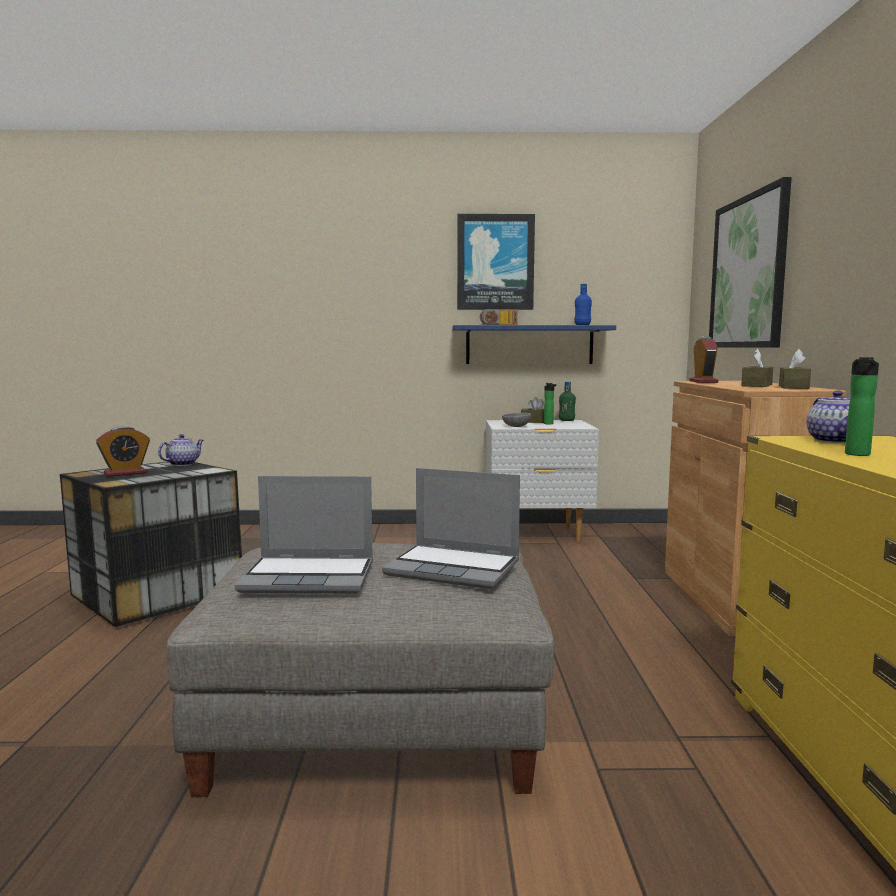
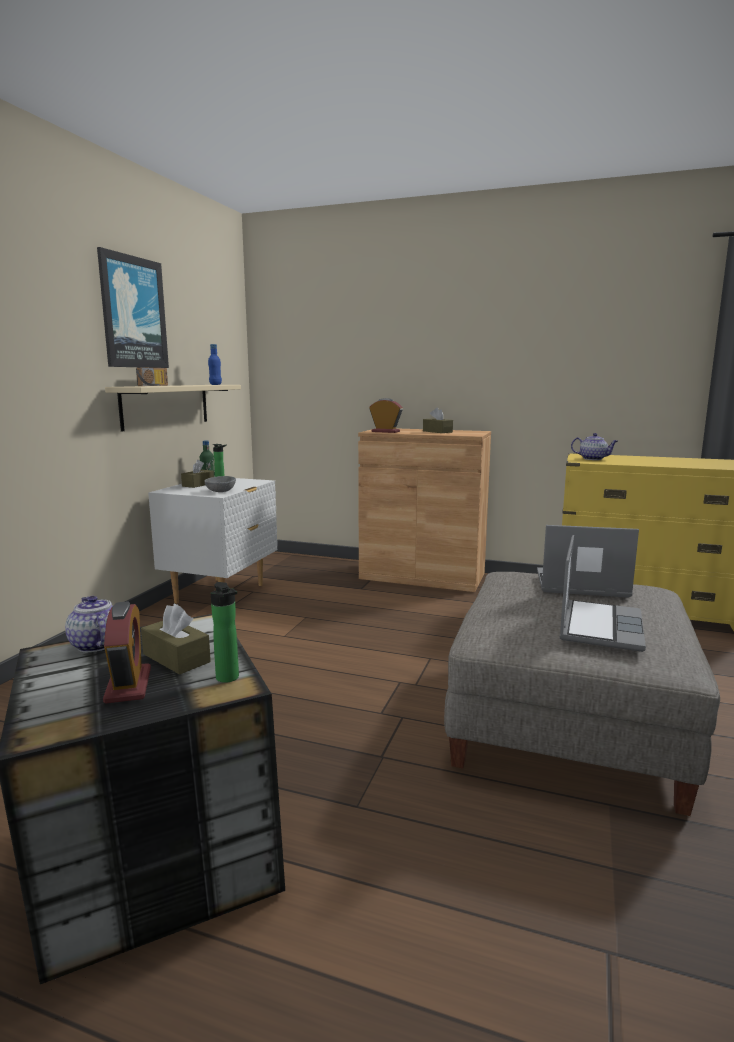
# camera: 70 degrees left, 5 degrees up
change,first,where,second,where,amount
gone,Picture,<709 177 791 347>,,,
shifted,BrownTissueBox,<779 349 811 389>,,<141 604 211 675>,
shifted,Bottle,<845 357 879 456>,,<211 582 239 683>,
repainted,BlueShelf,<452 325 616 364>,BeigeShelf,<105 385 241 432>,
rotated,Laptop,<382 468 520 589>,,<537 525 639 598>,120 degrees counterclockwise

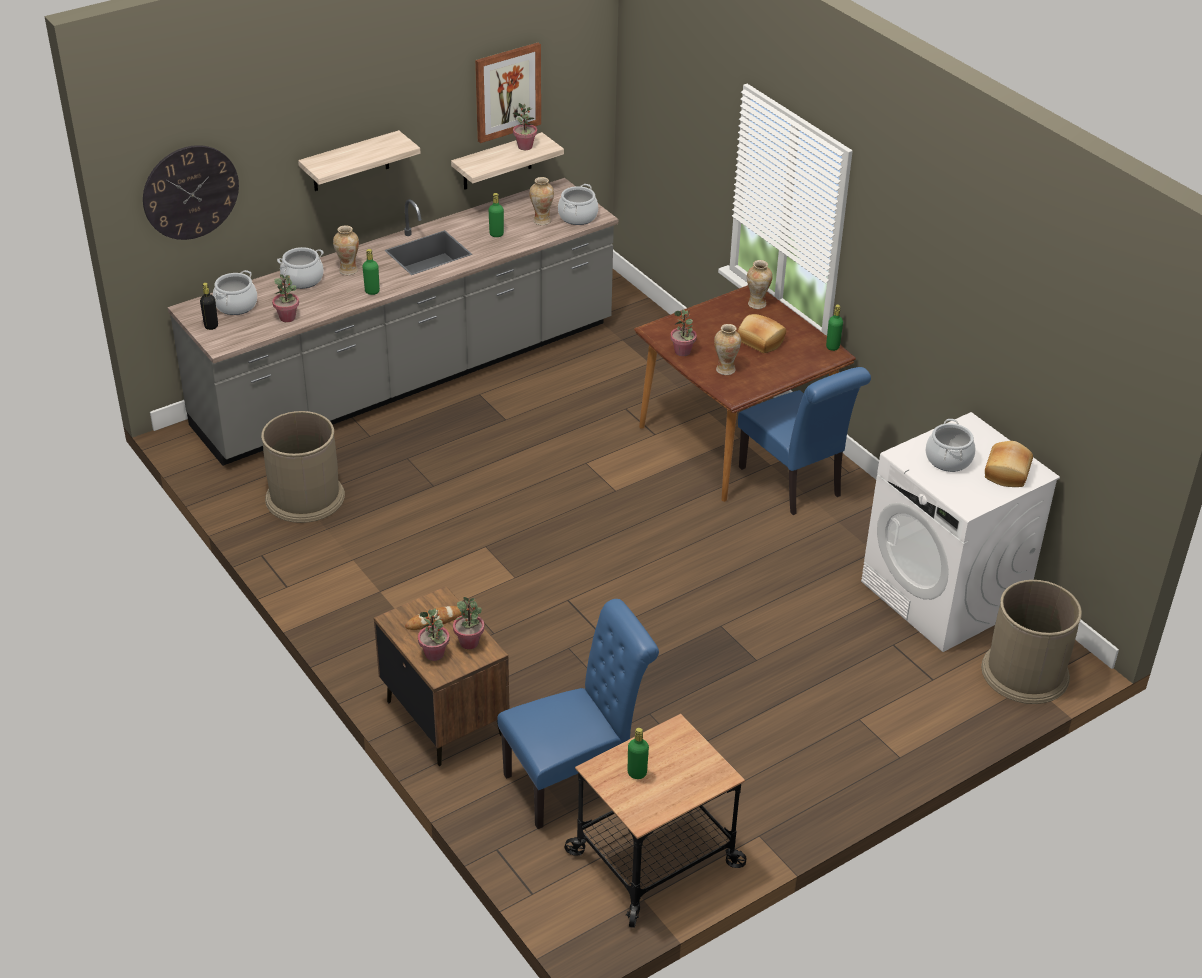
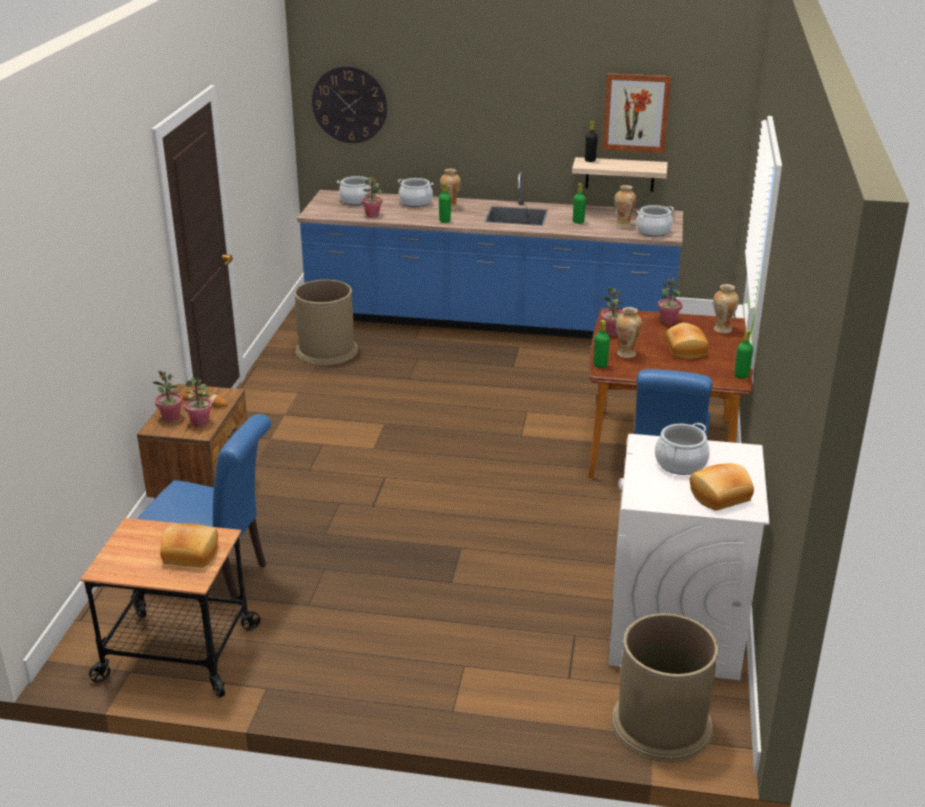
# camera: 45 degrees right, 10 degrees down
change,first,where,second,where,amount
gone,Shelf,<298 130 420 191>,,,
new,,,Bread,<160 524 218 568>,
shifted,BlackBottle,<200 283 218 330>,,<585 121 598 162>,
shifted,PottedPlant,<513 103 537 150>,,<658 276 683 324>,
shifted,GreenBottle,<628 728 649 779>,,<593 320 610 368>,
repainted,GreyCounter,<168 178 618 466>,BlueCounter,<297 171 683 339>,

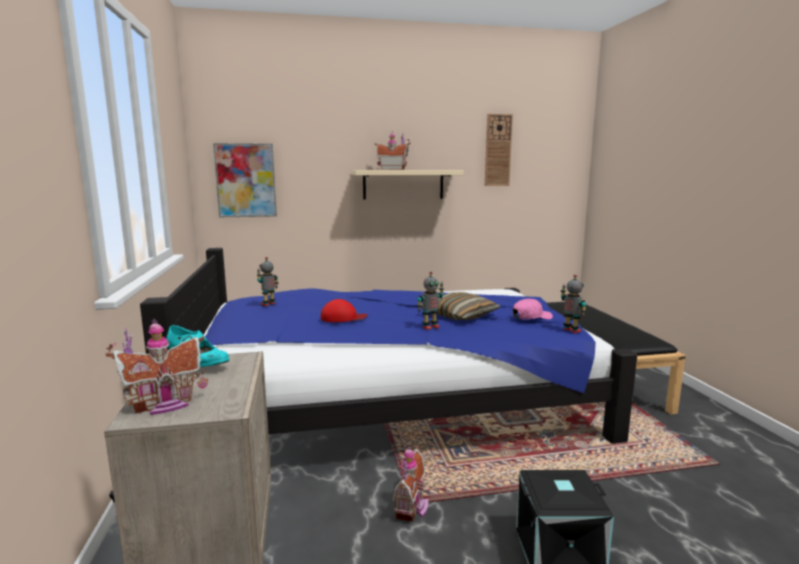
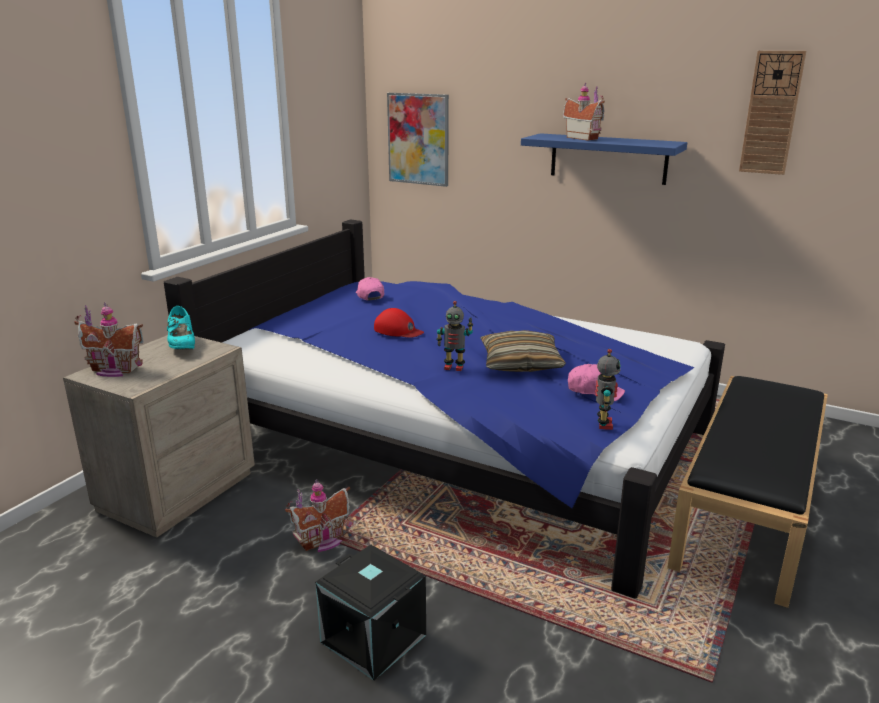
# camera: 40 degrees right, 10 degrees up
change,first,where,second,where,amount
swapped,ToyRobot,<257 257 278 306>,PinkCap,<356 277 384 300>,
repainted,BeigeShelf,<352 170 464 200>,BlueShelf,<521 133 687 185>,

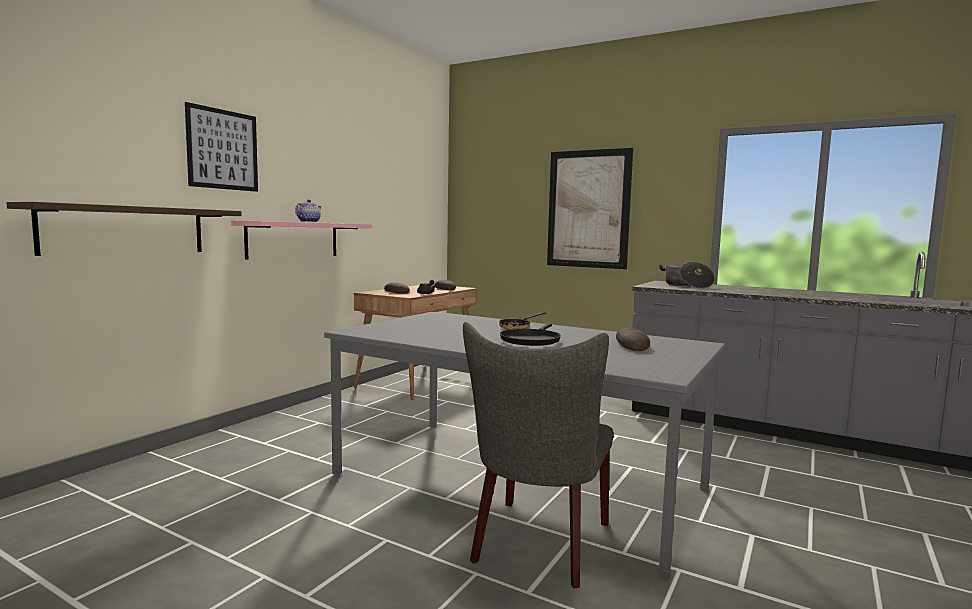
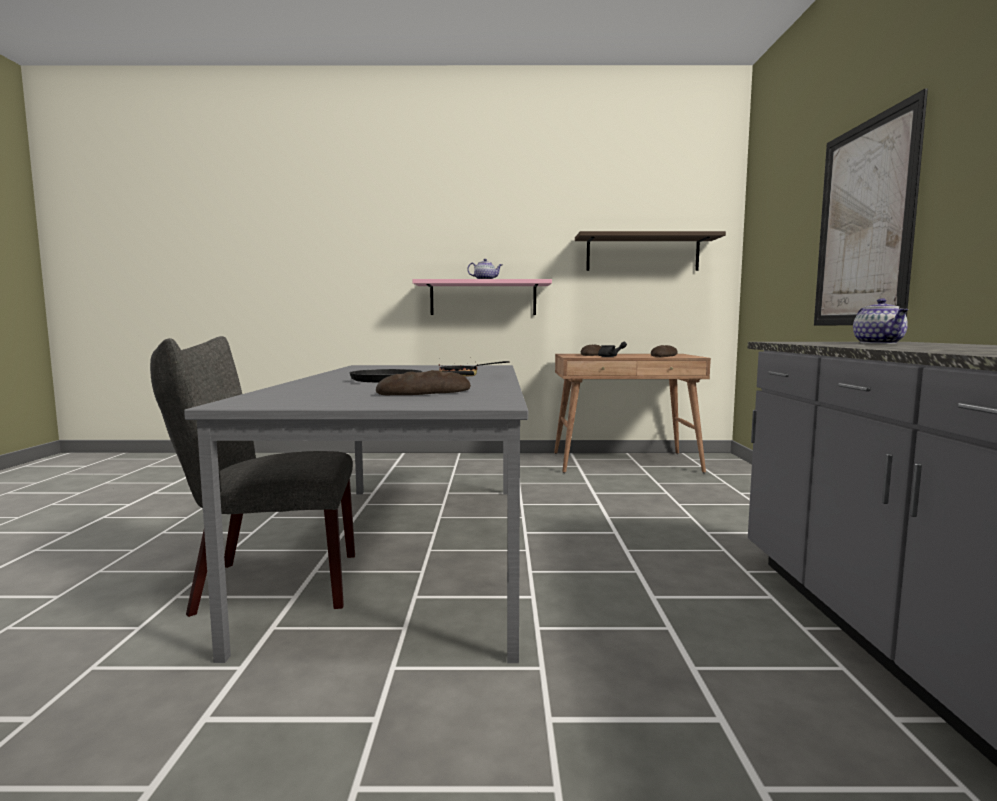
# camera: 60 degrees right, 0 degrees up
change,first,where,second,where,amount
gone,Picture,<185 102 258 192>,,,
shifted,Shelf,<7 202 242 256>,,<575 231 726 271>,
swapped,CookingPot,<659 262 715 288>,Teapot,<853 298 909 344>,

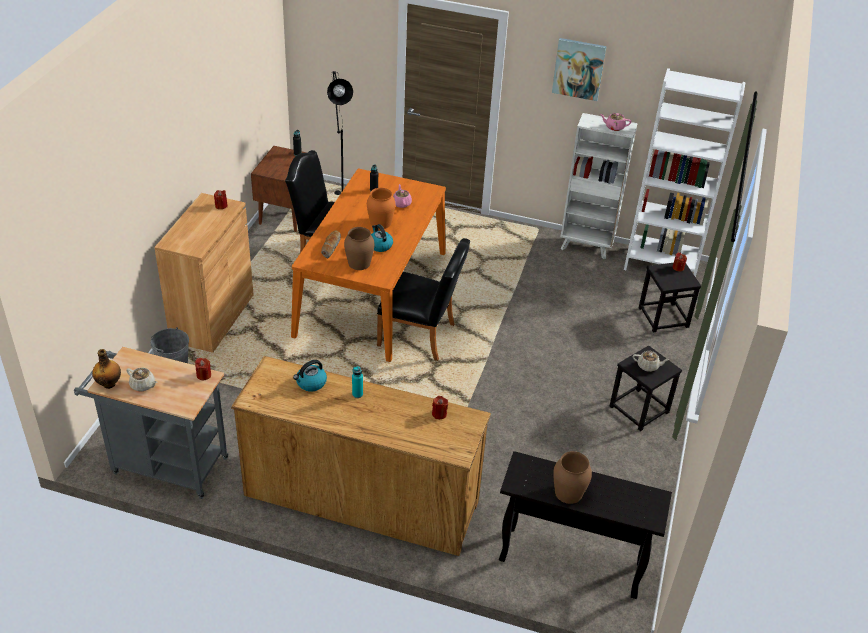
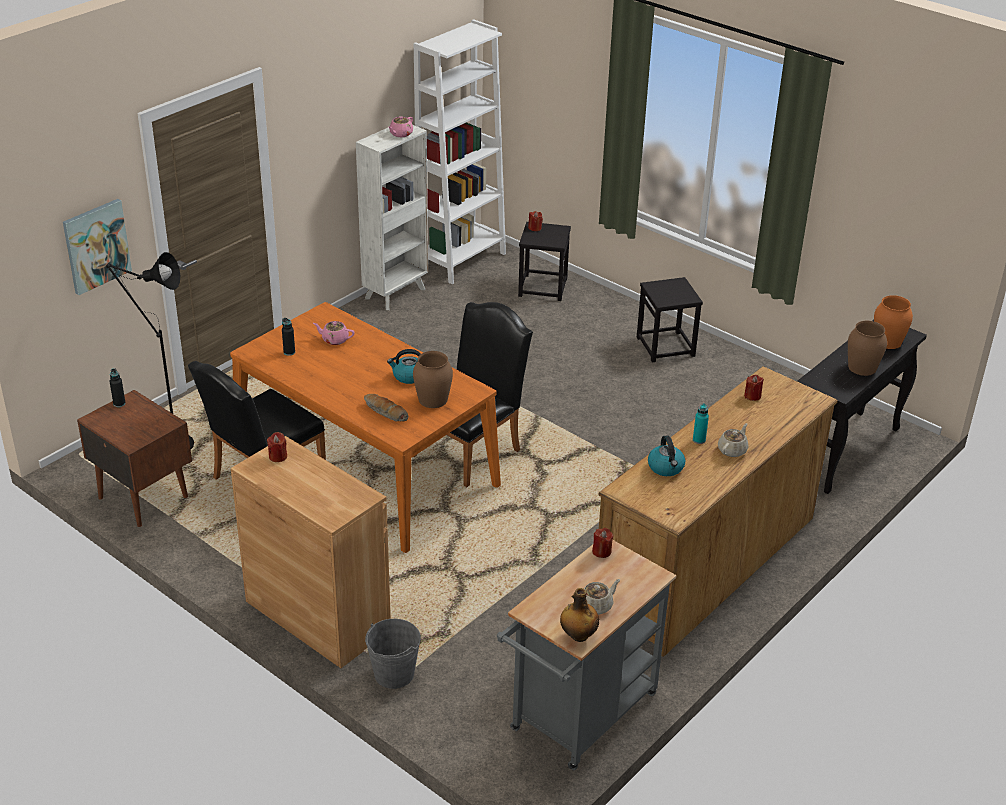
# camera: 65 degrees left, 5 degrees down
change,first,where,second,where,amount
shifted,OrangeVase,<367 188 395 229>,,<874 295 913 349>,
shifted,Picture,<552 38 607 101>,,<63 199 132 295>,
shifted,BeigeTeapot,<633 351 670 372>,,<718 423 749 457>,

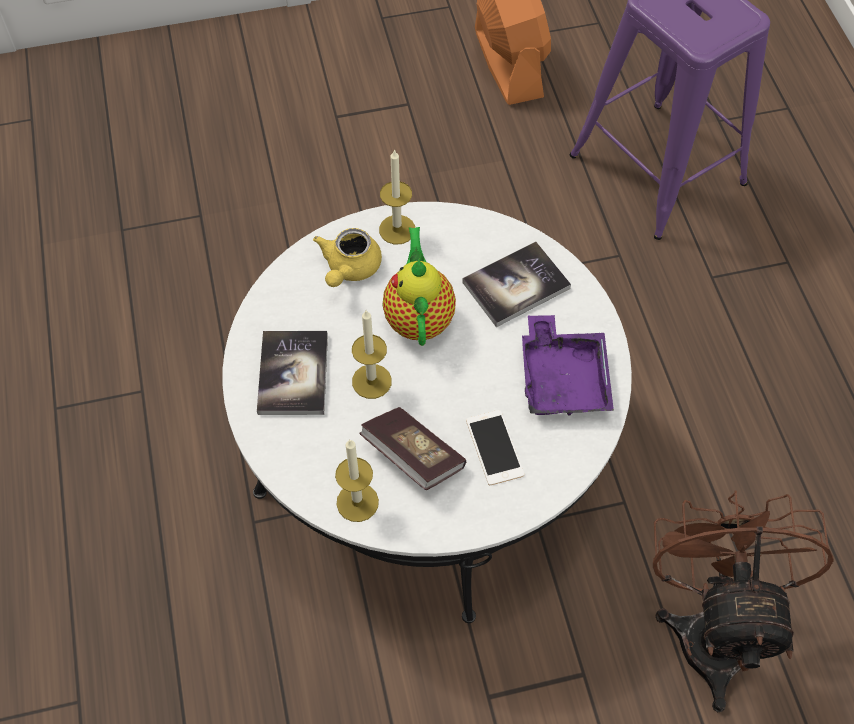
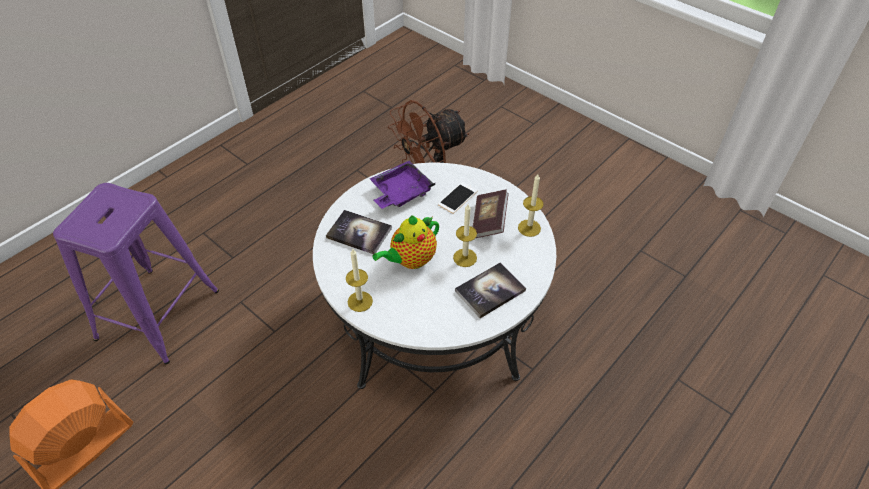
# camera: 125 degrees left, 10 degrees down
change,first,where,second,where,amount
gone,YellowTeapot,<313 228 382 287>,,,

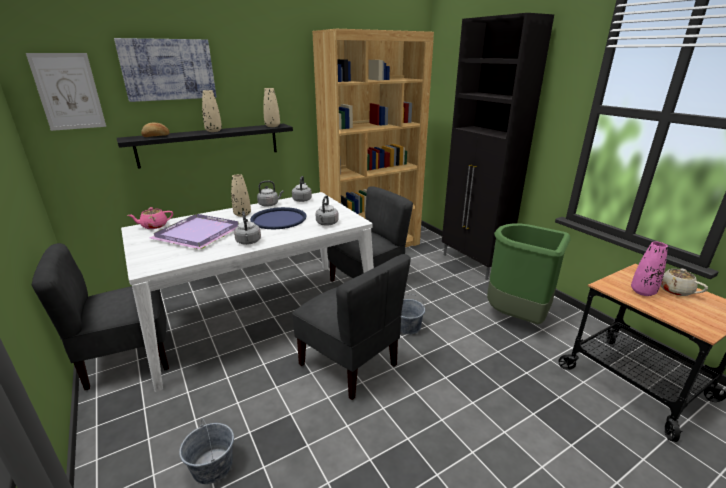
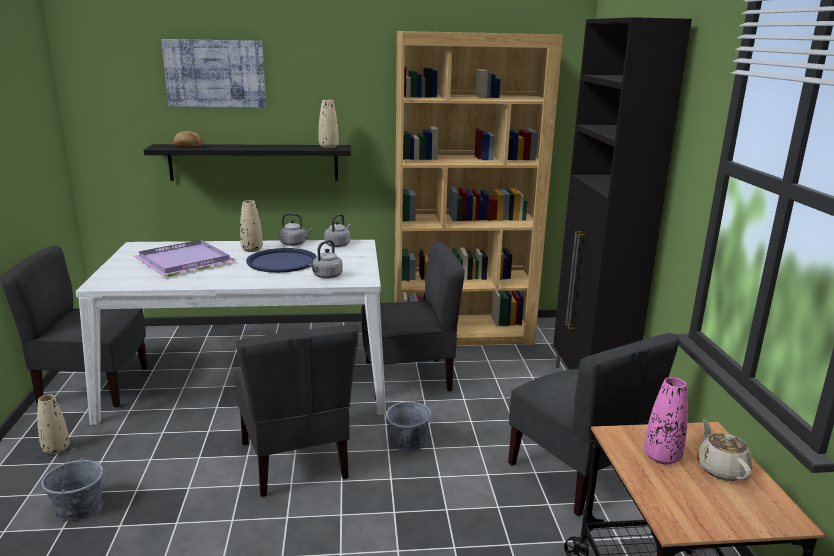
# camera: 25 degrees right, 5 degrees down
change,first,where,second,where,amount
gone,Picture,<26 53 106 131>,,,
gone,PinkTeapot,<128 207 173 229>,,,
gone,GreyKettle,<234 211 261 245>,,,
shifted,BeigeVase,<202 90 222 132>,,<37 394 70 455>,
swapped,GreenTrashCan,<487 224 571 325>,GreyChair,<508 333 680 516>,

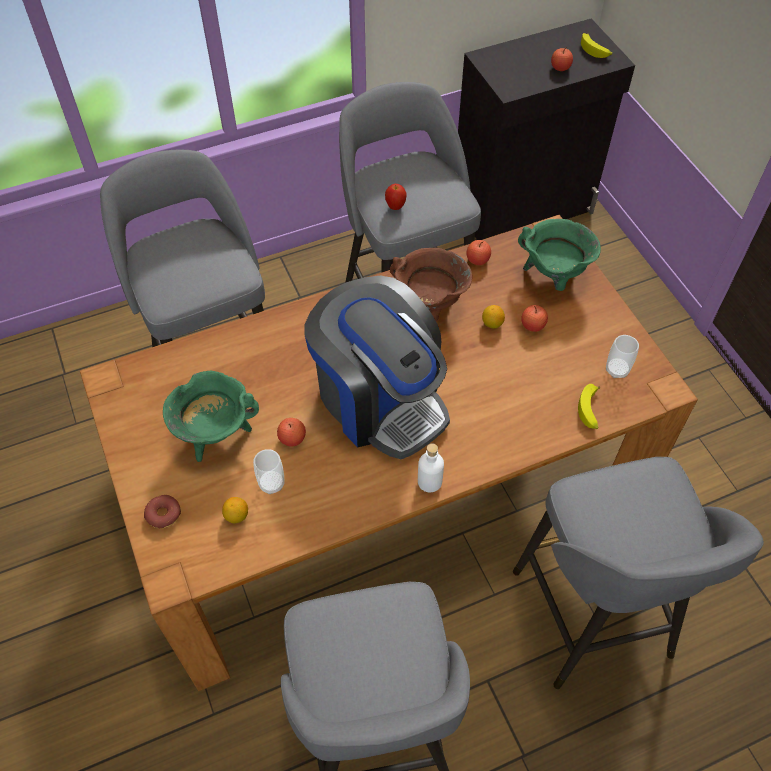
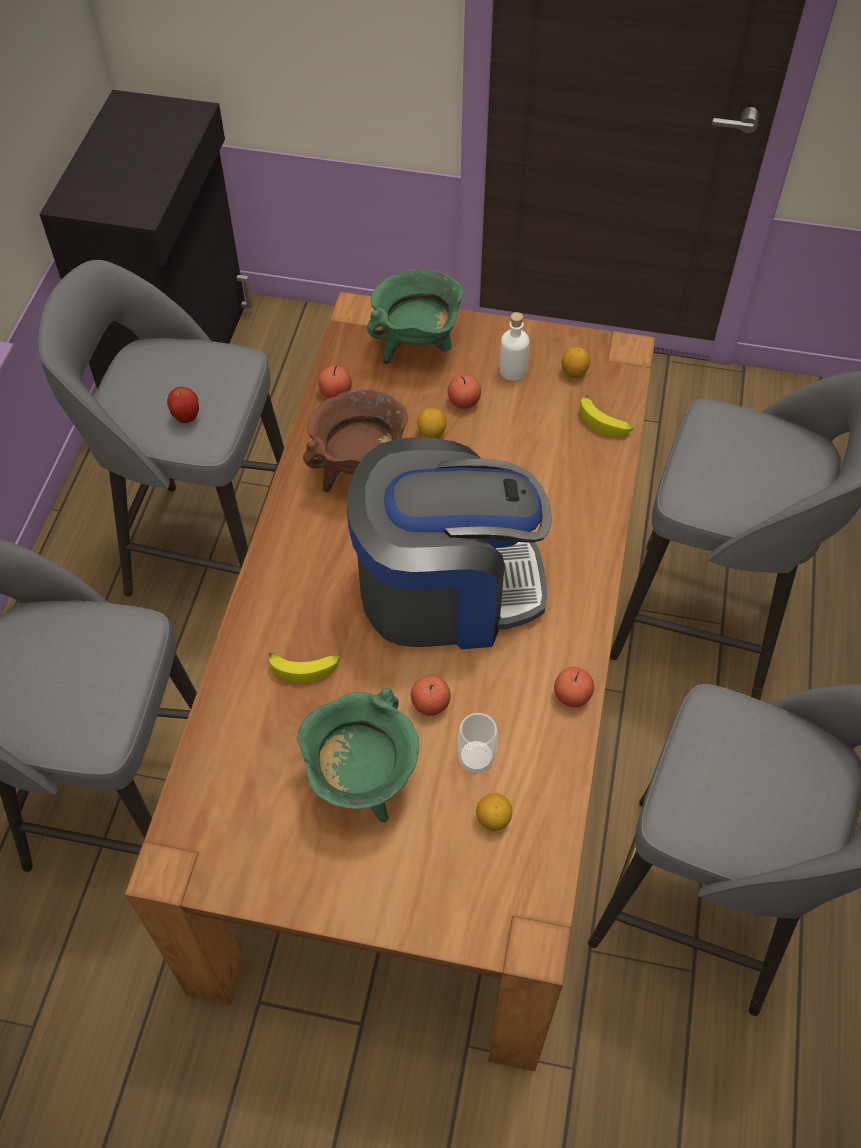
# camera: 55 degrees left, 0 degrees up
change,first,where,second,where,amount
gone,Donut,<144 495 181 529>,,,
shifted,WhiteBottle,<418 443 444 492>,,<500 312 529 381>,
shifted,Apple,<551 47 573 71>,,<554 667 594 707>,
shifted,Banana,<581 33 612 58>,,<268 652 340 683>,
swapped,Cup,<606 335 639 378>,Lemon,<562 347 590 378>,

